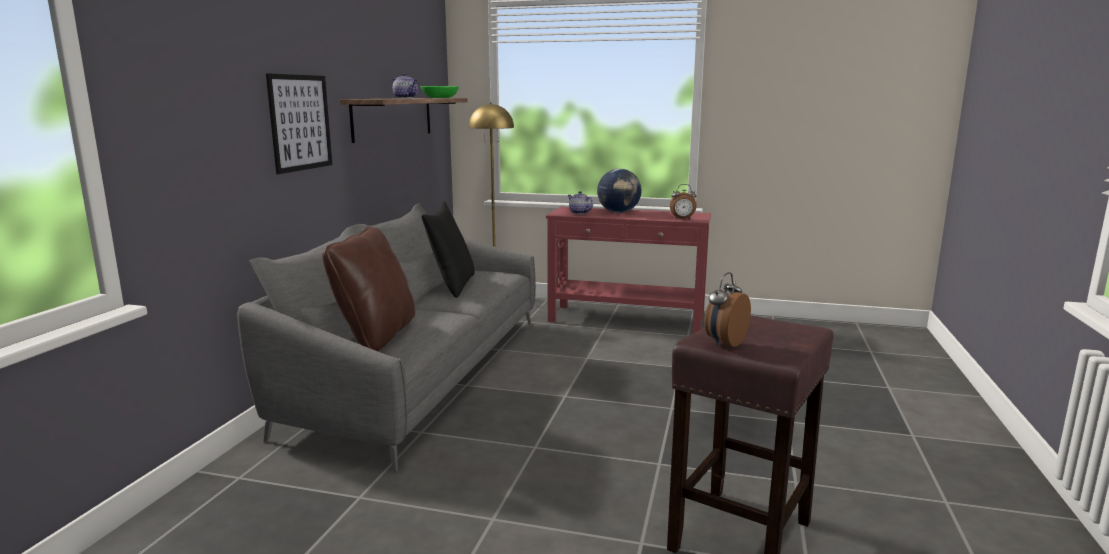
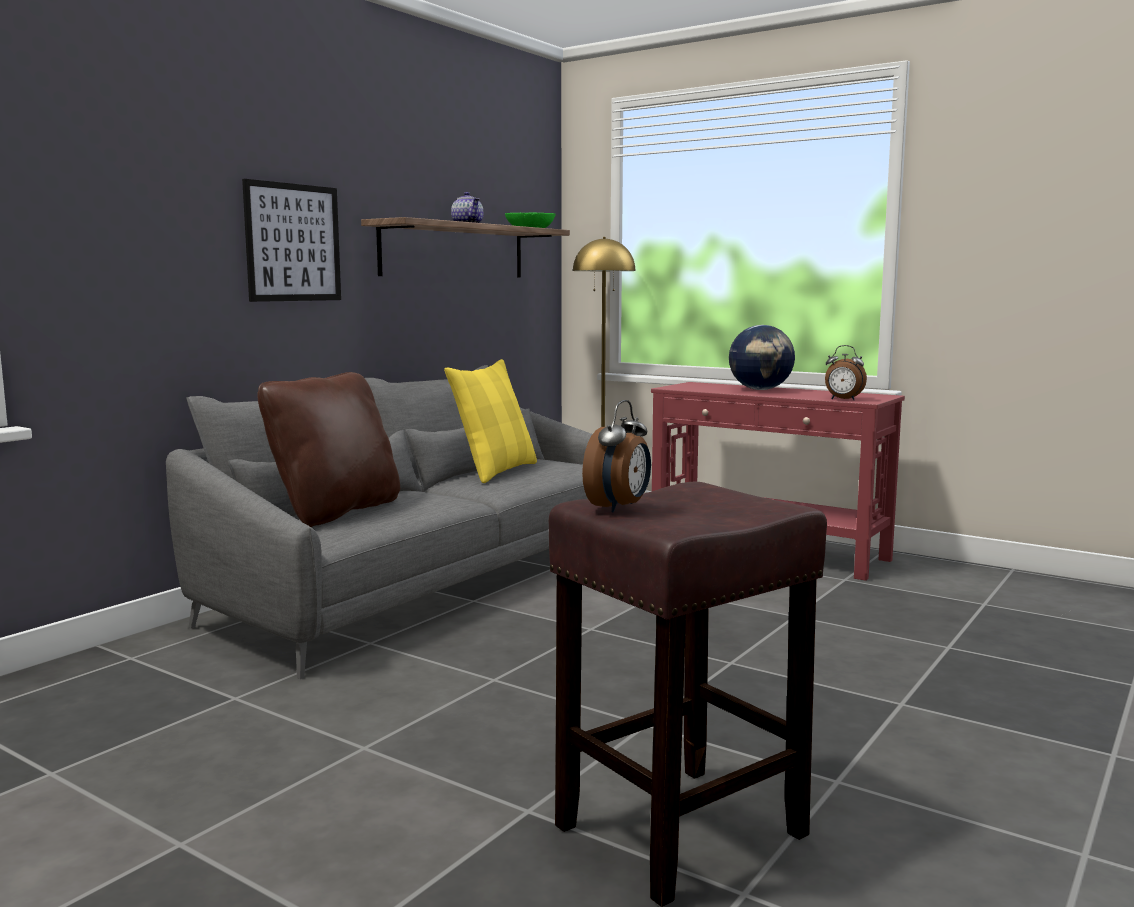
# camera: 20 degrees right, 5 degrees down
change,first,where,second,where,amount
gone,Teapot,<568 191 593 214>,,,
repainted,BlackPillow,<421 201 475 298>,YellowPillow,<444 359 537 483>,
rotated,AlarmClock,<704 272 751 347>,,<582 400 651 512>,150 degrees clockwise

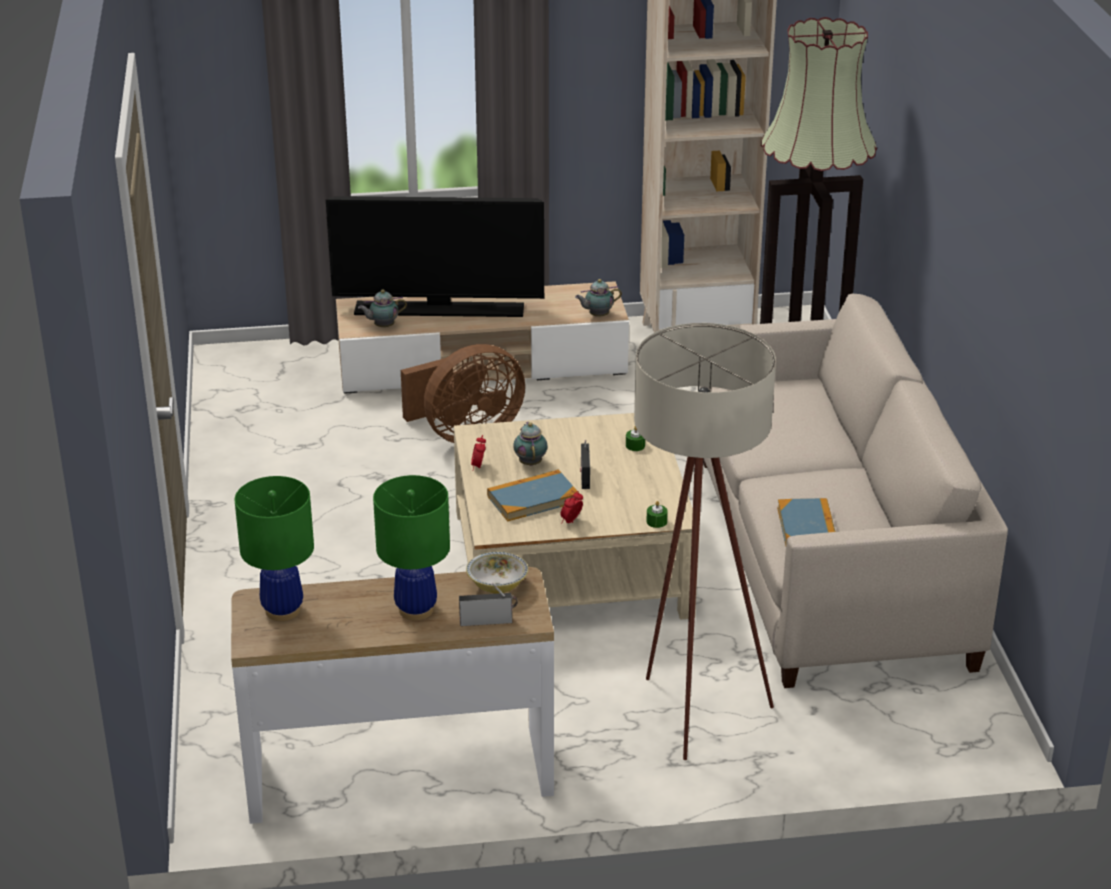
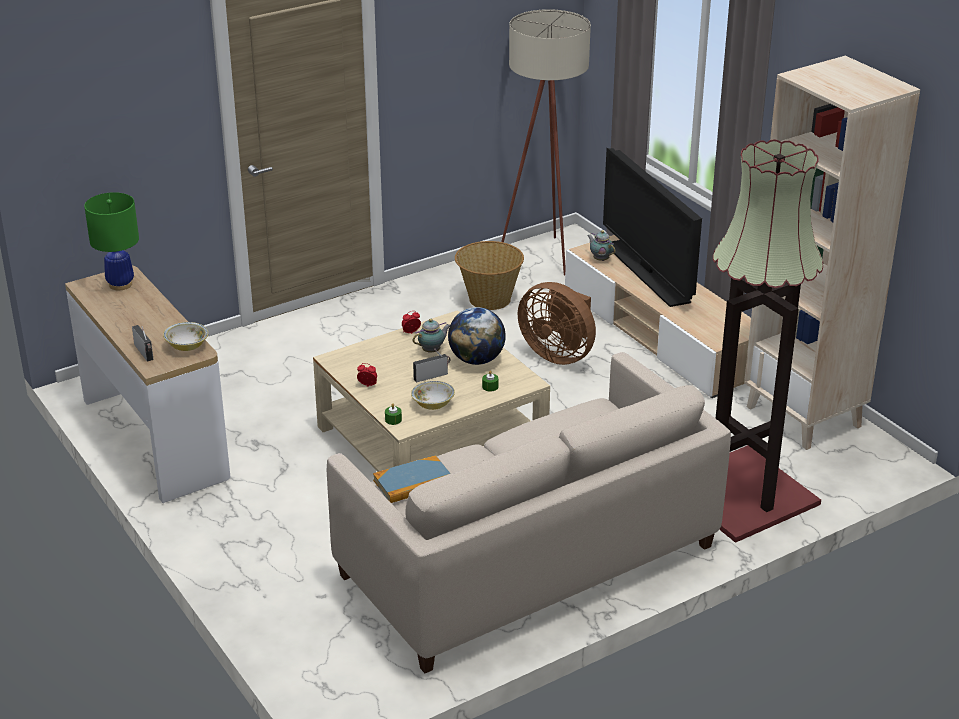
# camera: 65 degrees right, 0 degrees up
change,first,where,second,where,amount
gone,GreenTableLamp,<373 475 450 620>,,,
gone,Book,<487 470 578 521>,,,
gone,Teapot,<575 279 622 317>,,,
new,,,Bowl,<411 381 455 410>,
new,,,Globe,<448 307 506 365>,
new,,,Basket,<455 241 524 310>,
shifted,BeigeFloorLamp,<634 323 776 760>,,<501 9 591 276>,

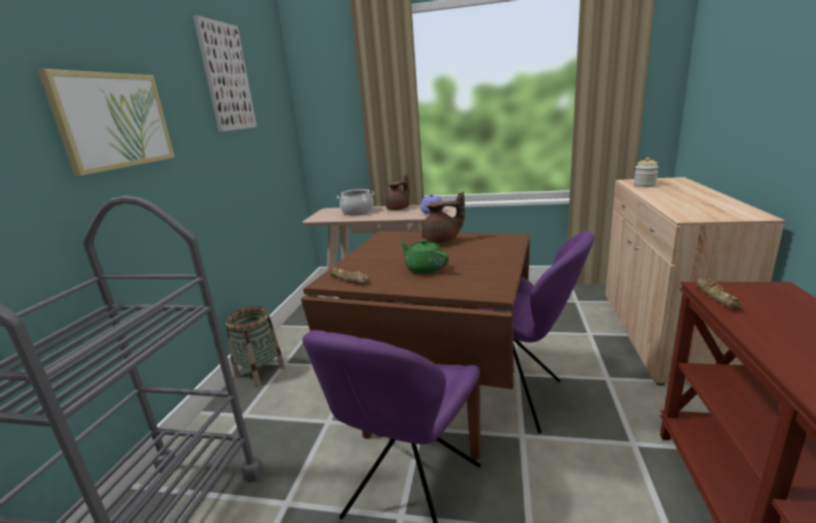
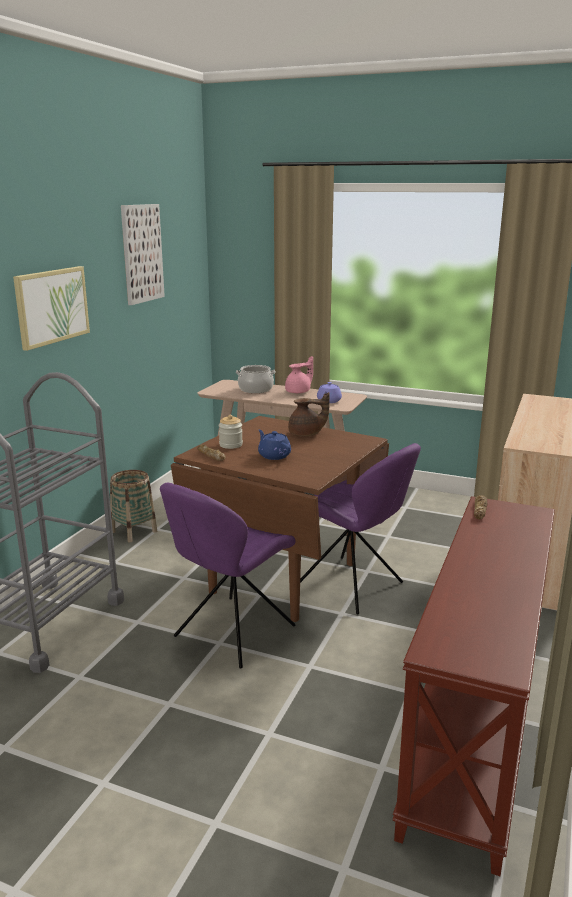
# camera: 10 degrees right, 0 degrees up
change,first,where,second,where,amount
shifted,Jar,<634 157 659 187>,,<219 415 243 449>,
repainted,BrownTeapot,<386 174 409 210>,PinkTeapot,<285 356 313 393>,
repainted,GreenTeapot,<399 239 449 274>,BlueTeapot,<258 430 291 460>,

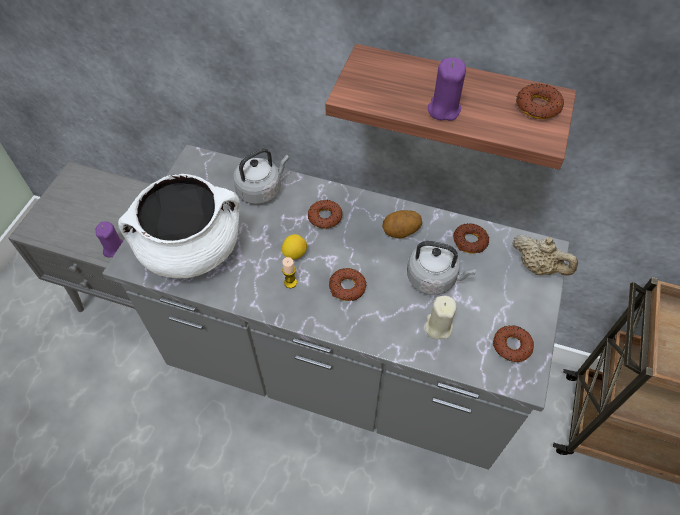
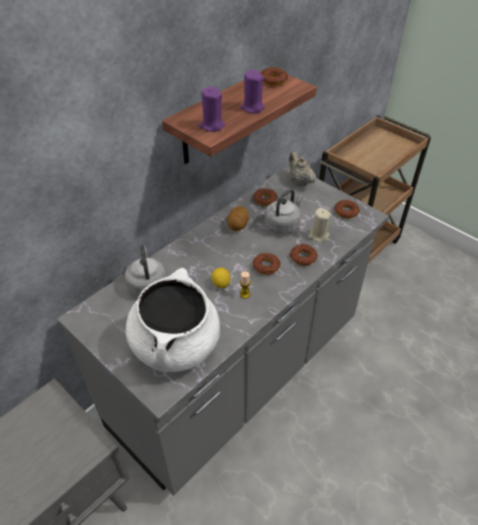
# camera: 65 degrees left, 10 degrees down
change,first,where,second,where,amount
shifted,PurpleCandle,<96 221 123 257>,,<199 86 225 132>,
shifted,Donut,<308 200 342 229>,,<290 244 318 265>,
rotated,BeigeTeapot,<512 234 578 275>,,<289 151 316 186>,90 degrees counterclockwise

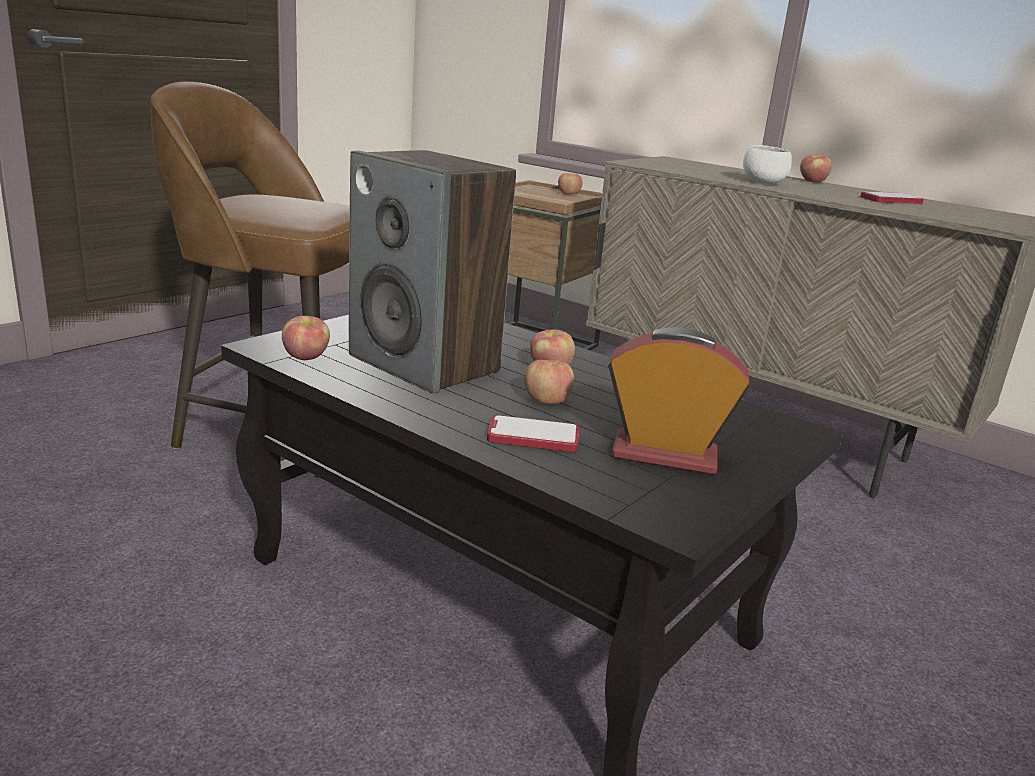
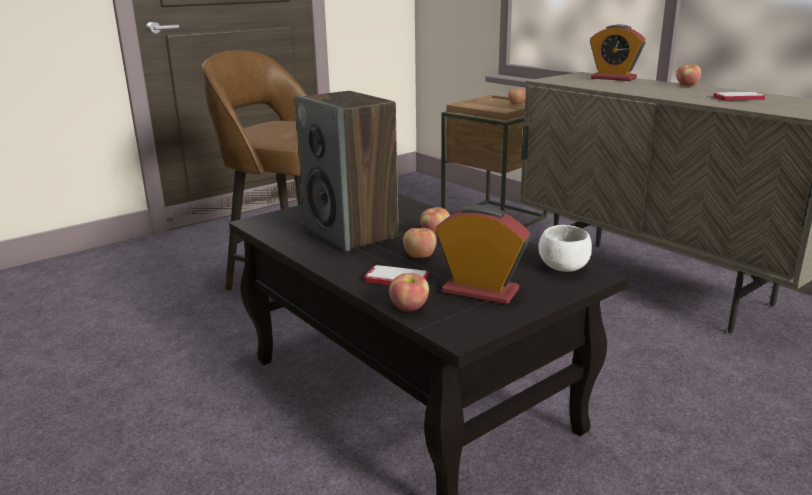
# camera: 15 degrees right, 0 degrees up
change,first,where,second,where,amount
new,,,AlarmClock,<590 24 646 81>,
shifted,Apple,<282 316 330 360>,,<389 273 429 312>,
shifted,WhiteBowl,<743 145 792 184>,,<538 225 592 272>,

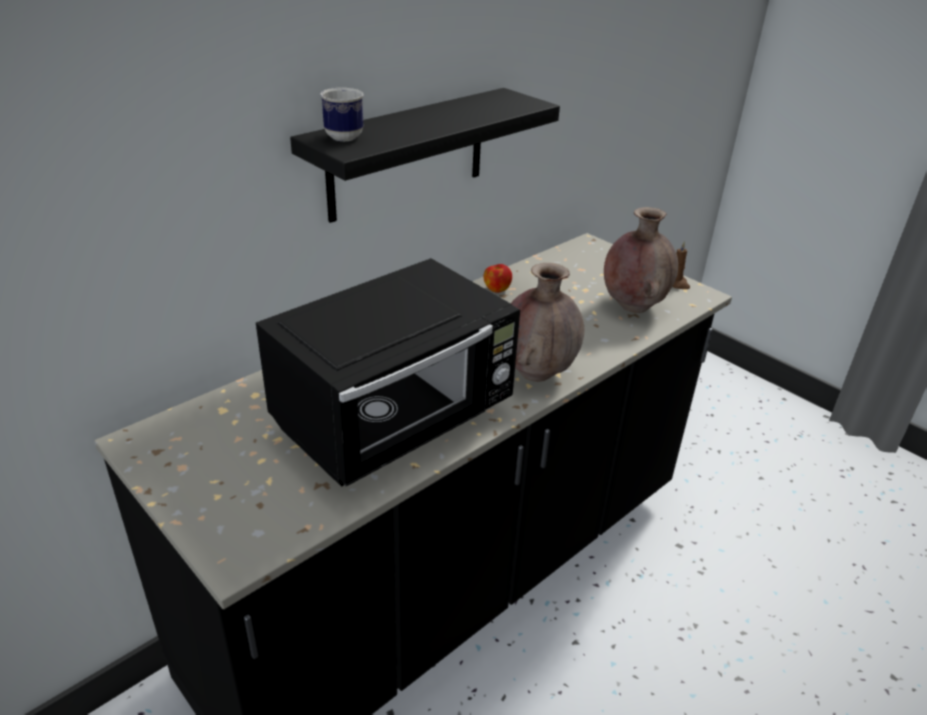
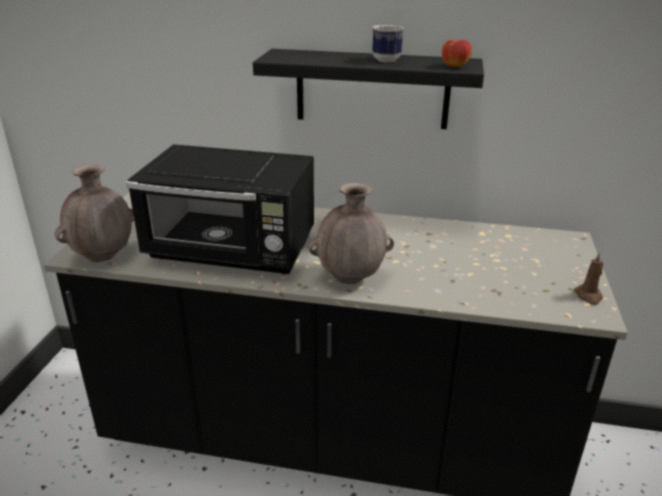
# camera: 55 degrees right, 5 degrees down
change,first,where,second,where,amount
shifted,Mug,<320 88 364 141>,,<372 25 404 63>,
shifted,Apple,<484 264 512 293>,,<442 40 472 67>,
shifted,BrownVase,<604 207 678 313>,,<55 165 134 262>,

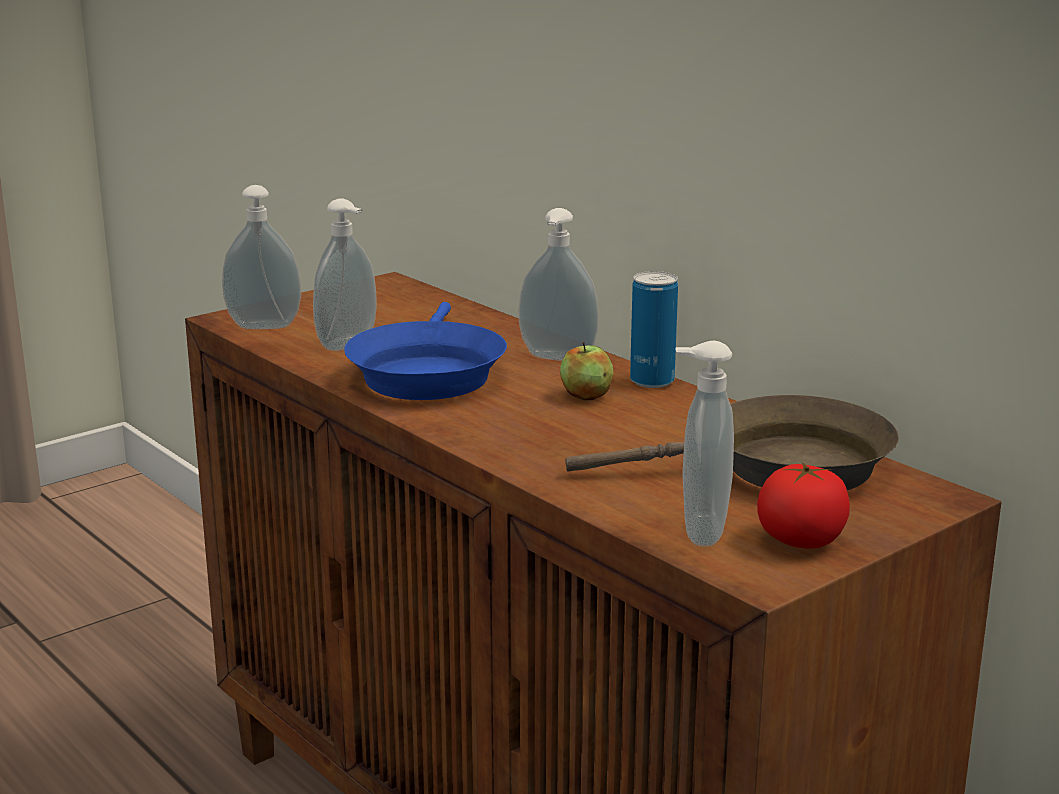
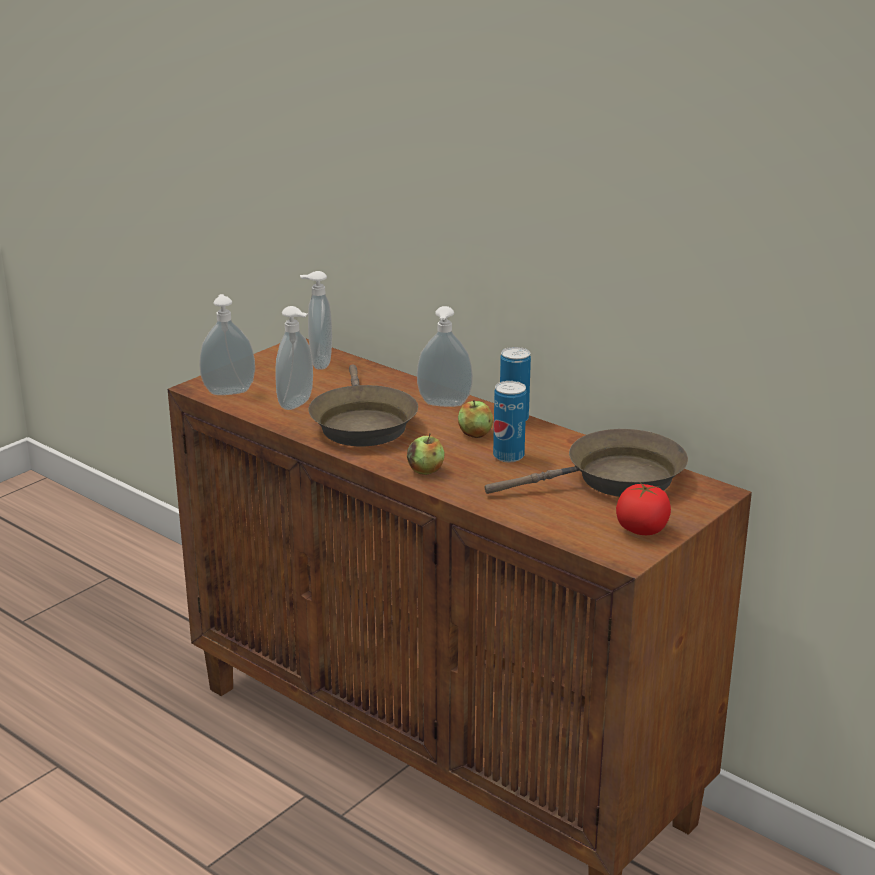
# camera: 10 degrees left, 5 degrees up
change,first,where,second,where,amount
new,,,Apple,<407 433 445 475>,
new,,,Can,<493 381 526 462>,
shifted,SoapDispenser,<675 341 734 546>,,<300 271 332 370>,
repainted,BlueFryingPan,<344 302 507 400>,BrownFryingPan,<309 364 418 446>,

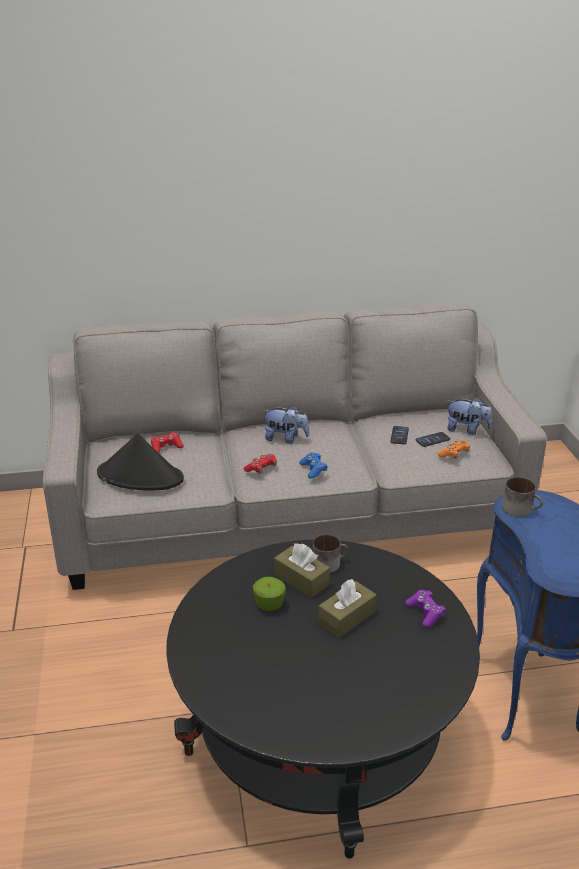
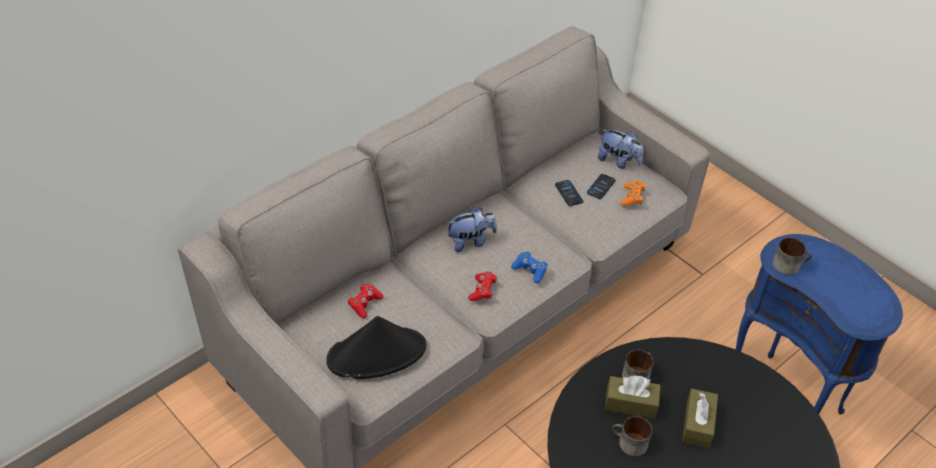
# camera: 35 degrees left, 15 degrees up
change,first,where,second,where,amount
gone,PurpleGameController,<405 590 446 628>,,,
swapped,Apple,<253 577 286 611>,Mug,<612 416 652 456>,
rotated,PlushToy,<447 397 492 435>,,<598 129 643 169>,45 degrees clockwise

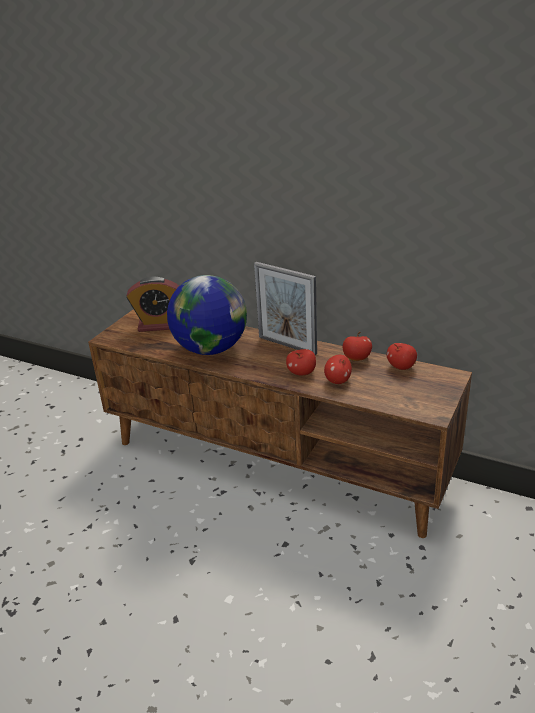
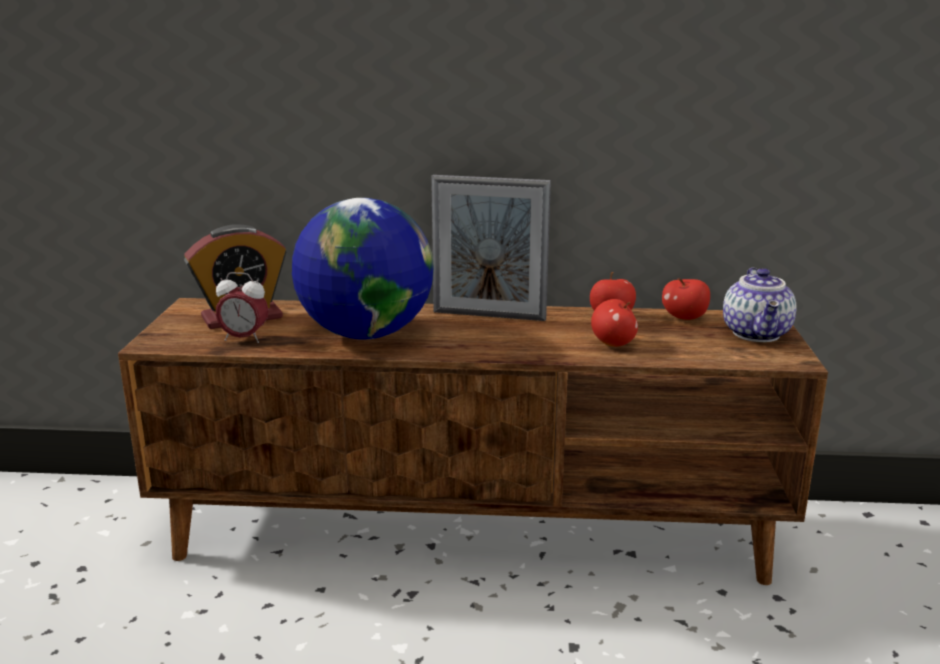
# camera: 25 degrees left, 10 degrees down
change,first,where,second,where,amount
gone,Apple,<286 349 316 375>,,,
new,,,AlarmClock,<215 272 269 343>,
new,,,Teapot,<723 267 797 342>,

